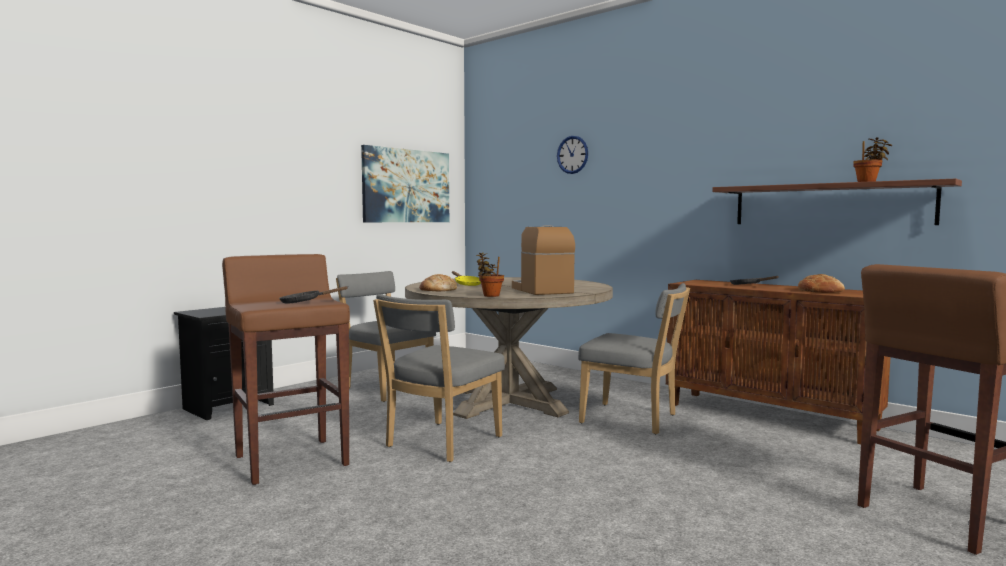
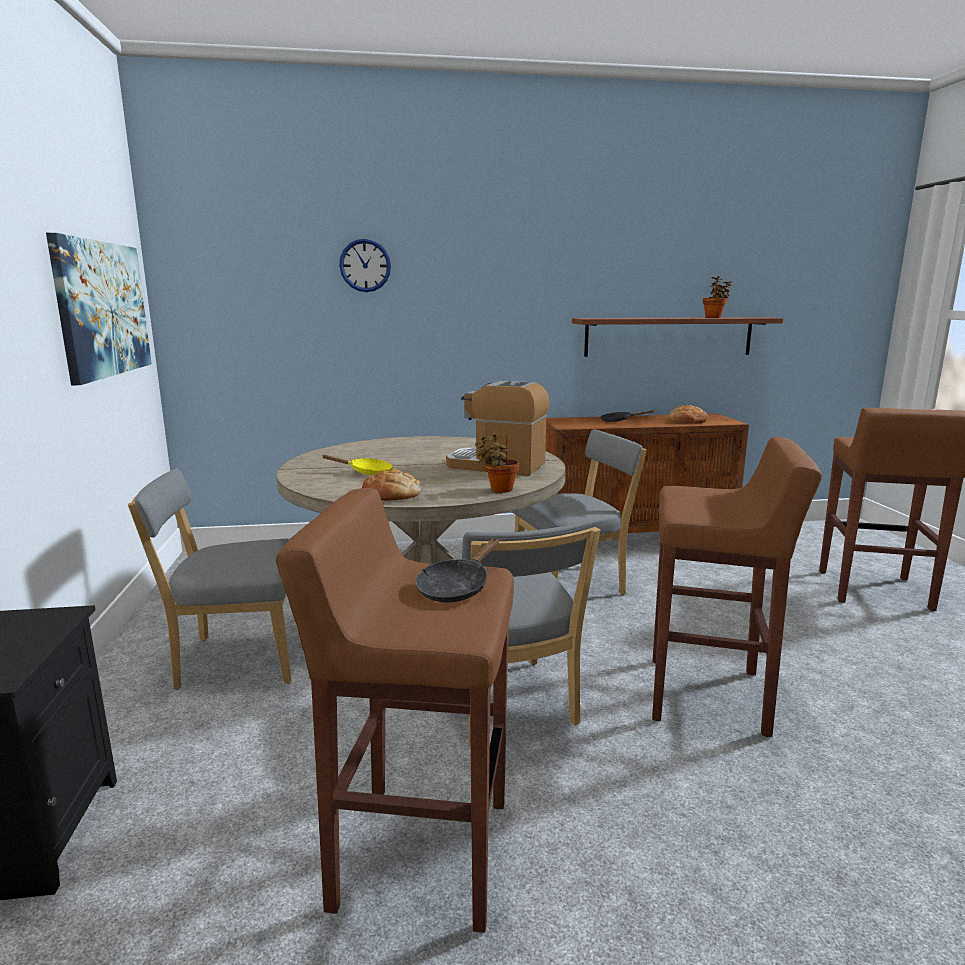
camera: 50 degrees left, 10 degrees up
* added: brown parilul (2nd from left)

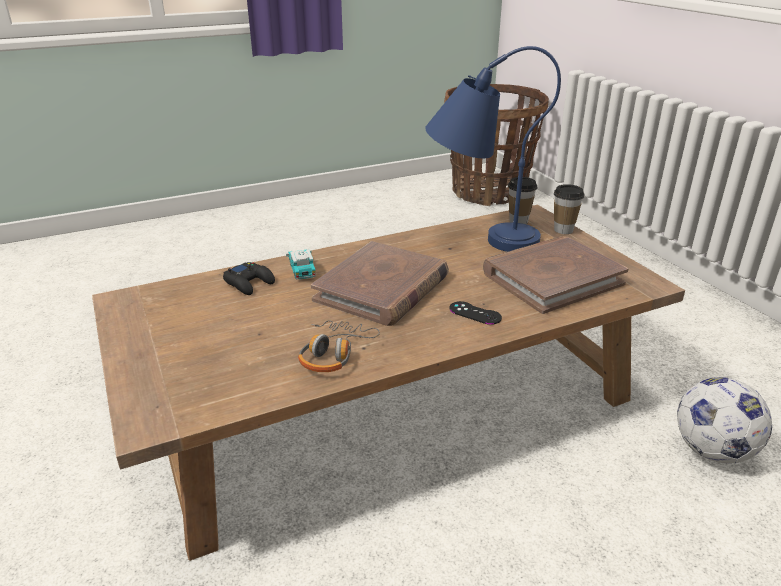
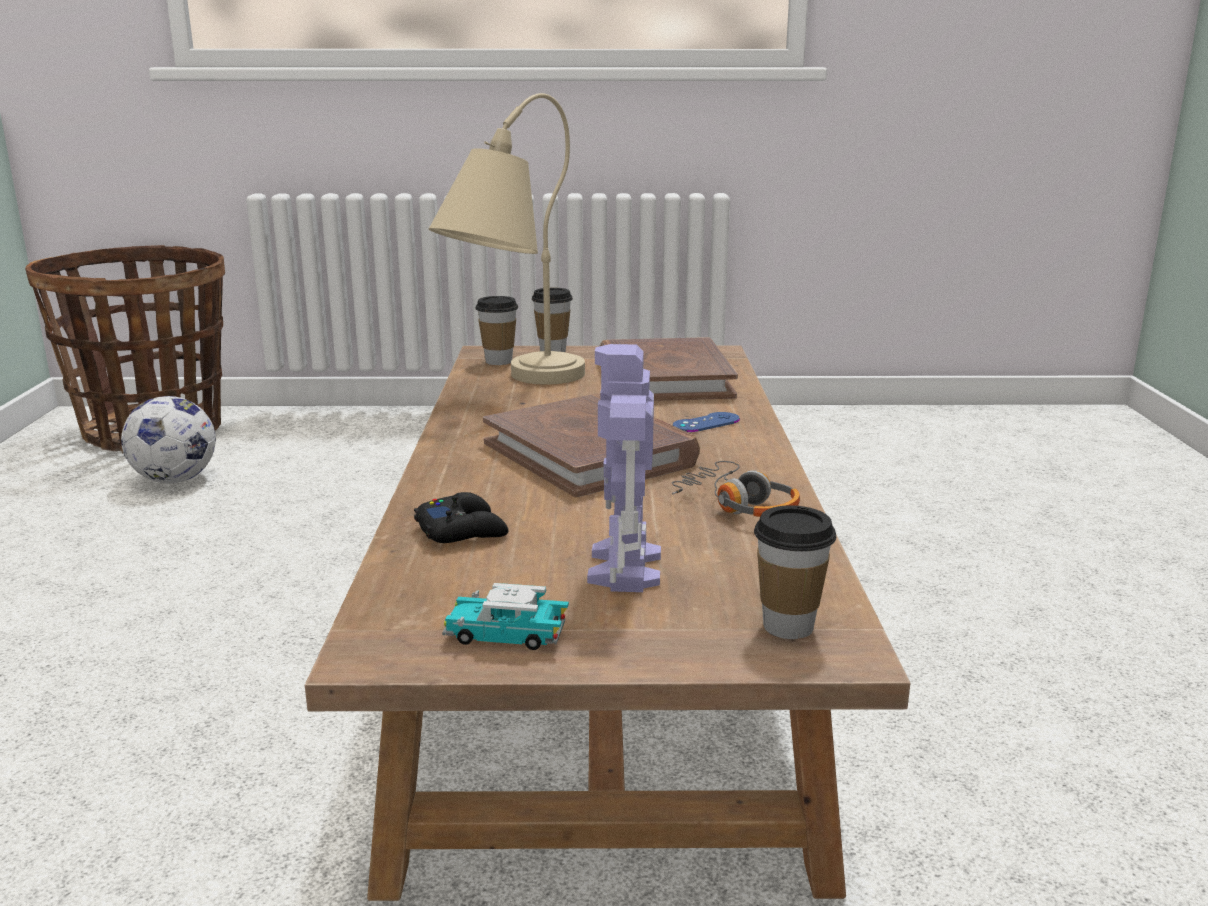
camera: 65 degrees left, 10 degrees down
* moved: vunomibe
* recoloured: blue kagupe to beige kagupe
* moved: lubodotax
* added: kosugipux
* recoloured: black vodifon (2nd from left) to blue vodifon
* added: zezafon (3rd from left)

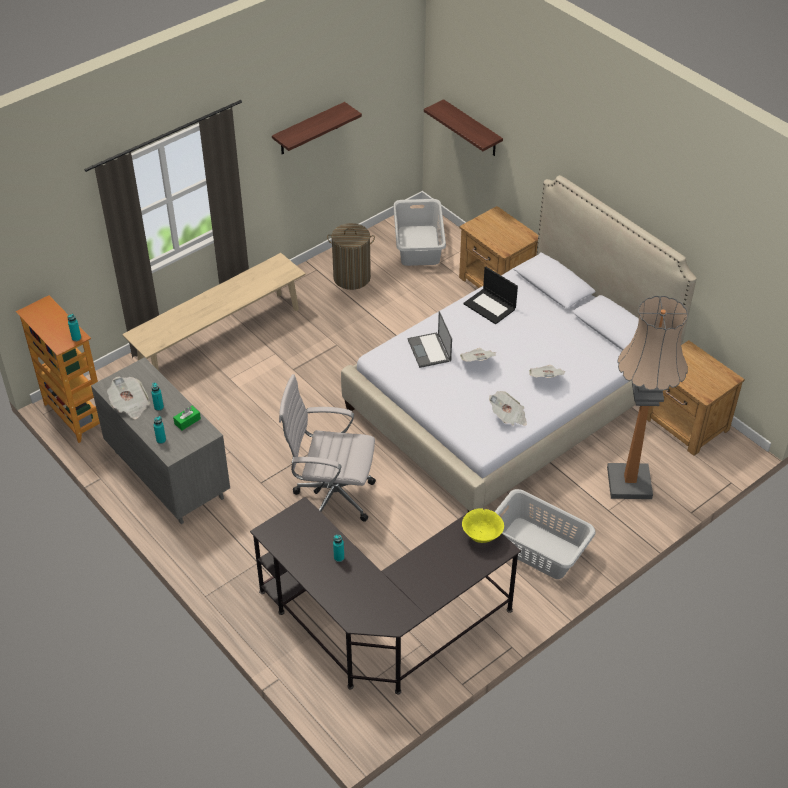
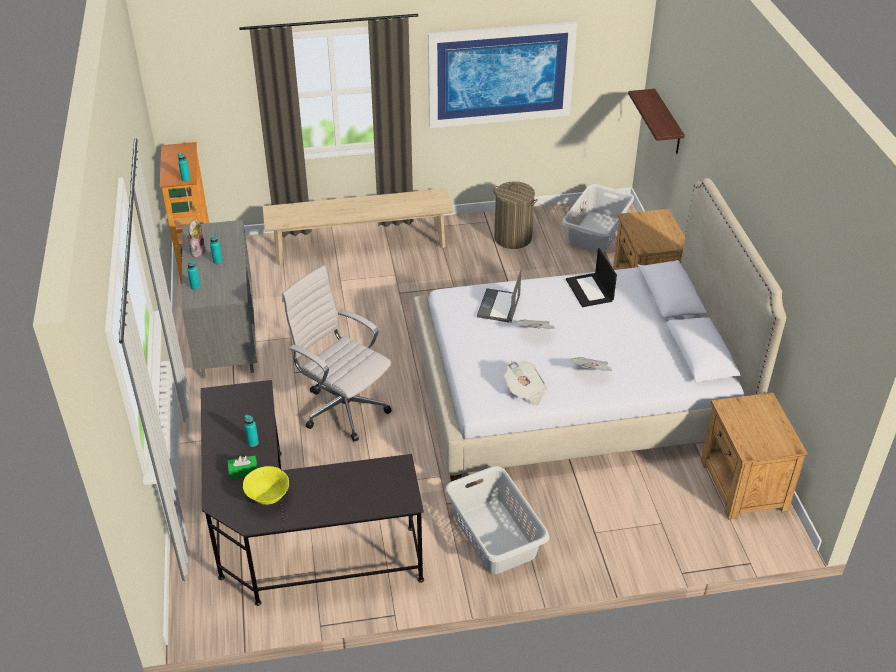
camera: 30 degrees right, 5 degrees down
* replaced: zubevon (1st from left) to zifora
* moved: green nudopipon
* moved: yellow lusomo
* replaced: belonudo (1st from left) to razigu
* removed: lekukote

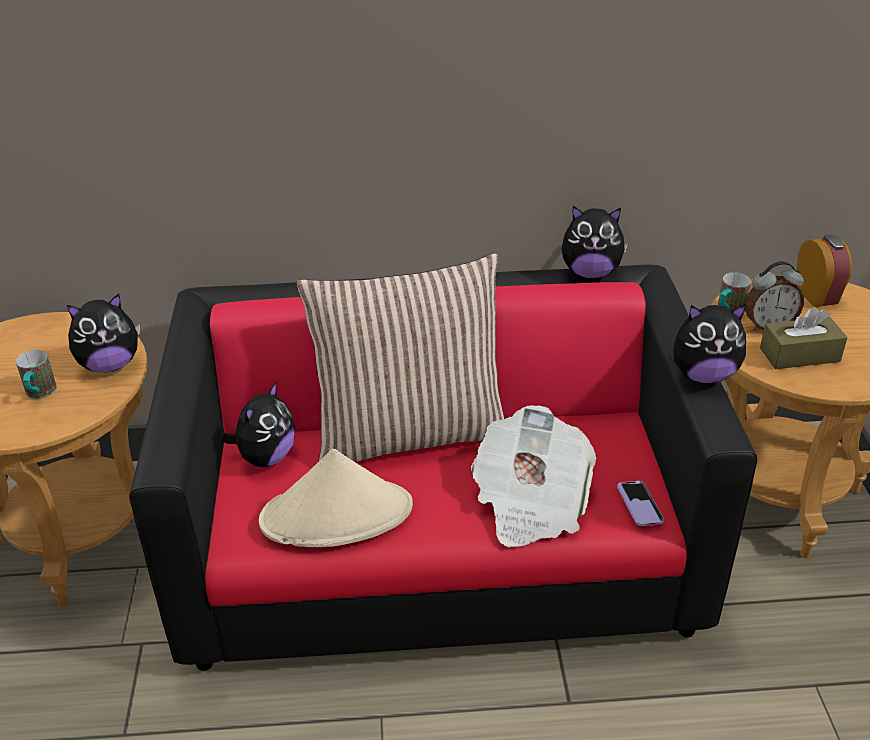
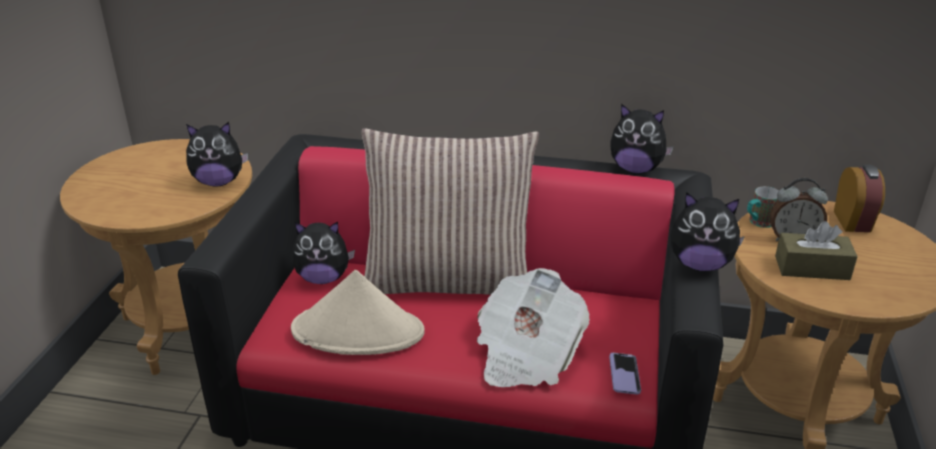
camera: 15 degrees right, 5 degrees down
* turned: zifora (2nd from left) 45 degrees clockwise
* removed: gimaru (1st from left)

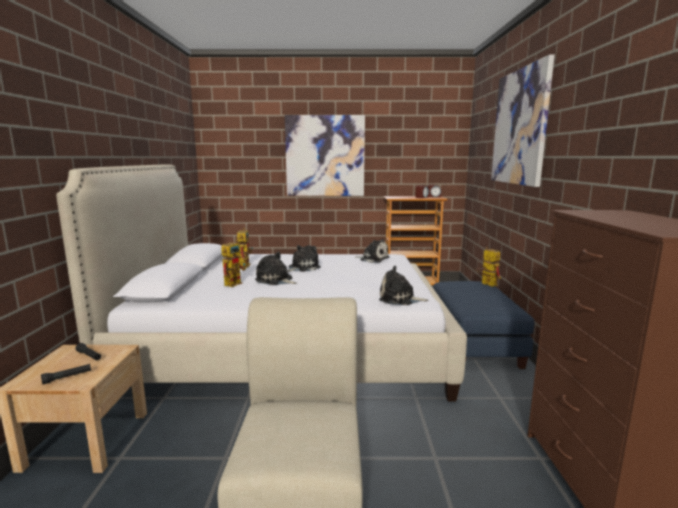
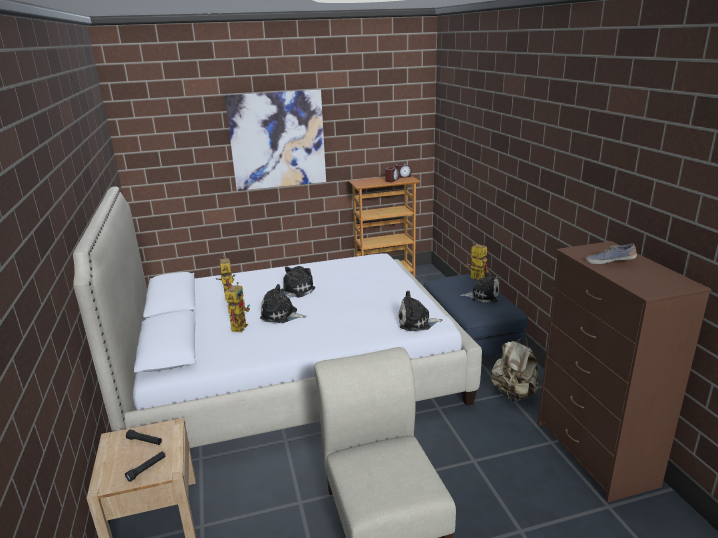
camera: 15 degrees left, 10 degrees up
* moved: zifora (3rd from left in the first image) to zifora (4th from left)
* added: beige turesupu
* added: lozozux
* removed: razigu (2nd from left)

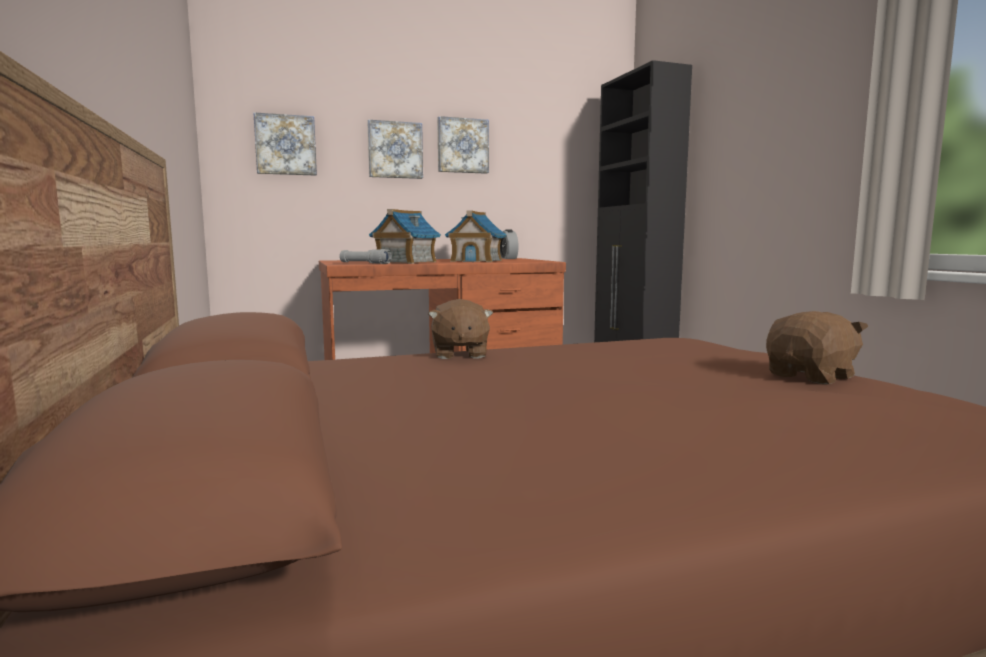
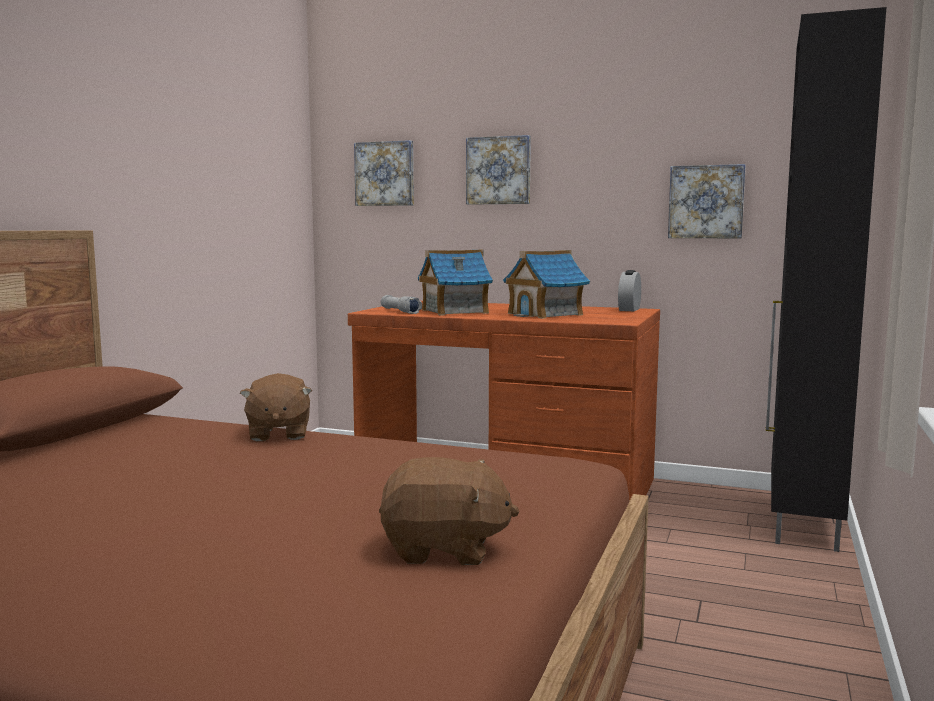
camera: 40 degrees right, 0 degrees up
* turned: brown zifora (1st from left) 45 degrees counterclockwise
* moved: razigu (3rd from left)

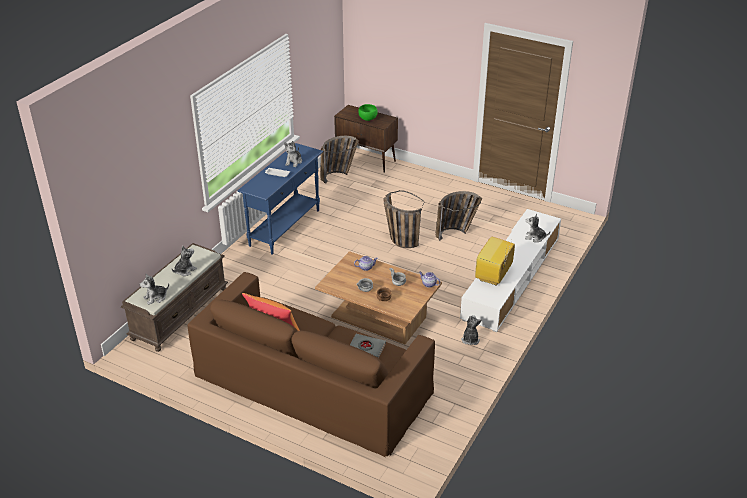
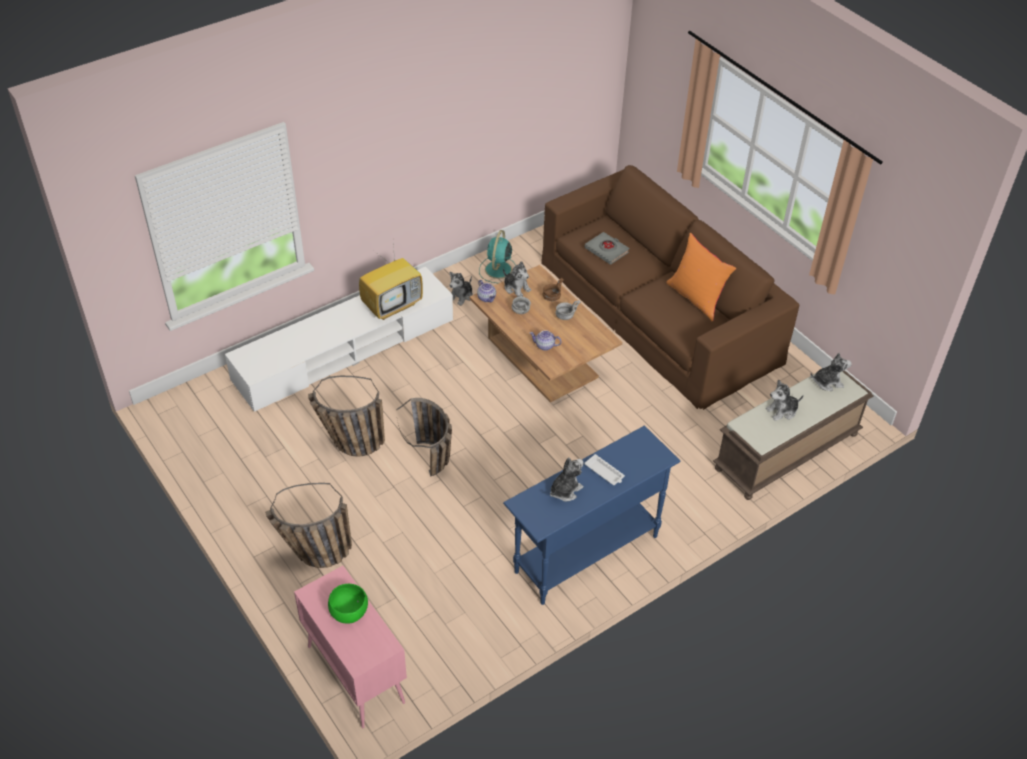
camera: 155 degrees left, 10 degrees up
* moved: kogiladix (1st from left)
* recoloured: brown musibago to pink musibago
* added: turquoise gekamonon
* moved: zifora (5th from left in the first image) to zifora (2nd from left)

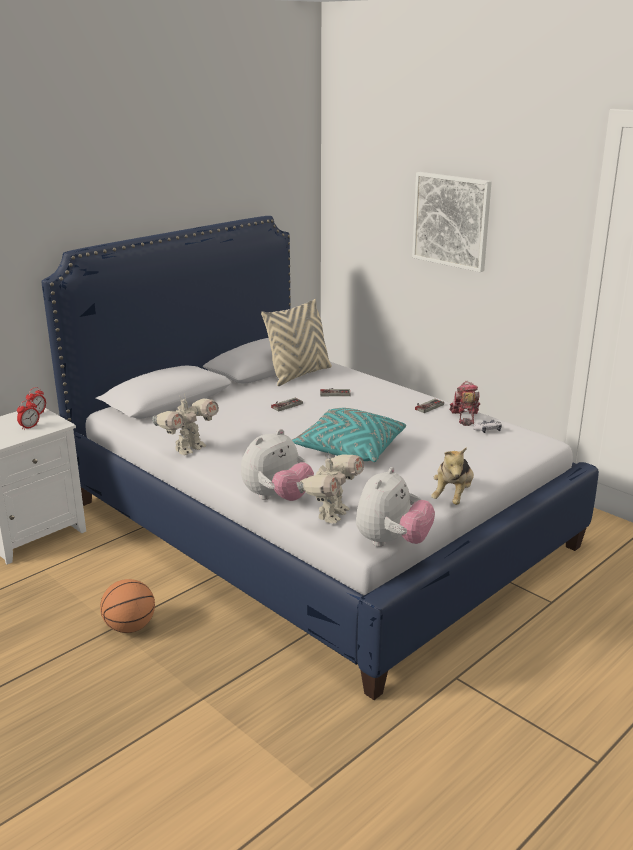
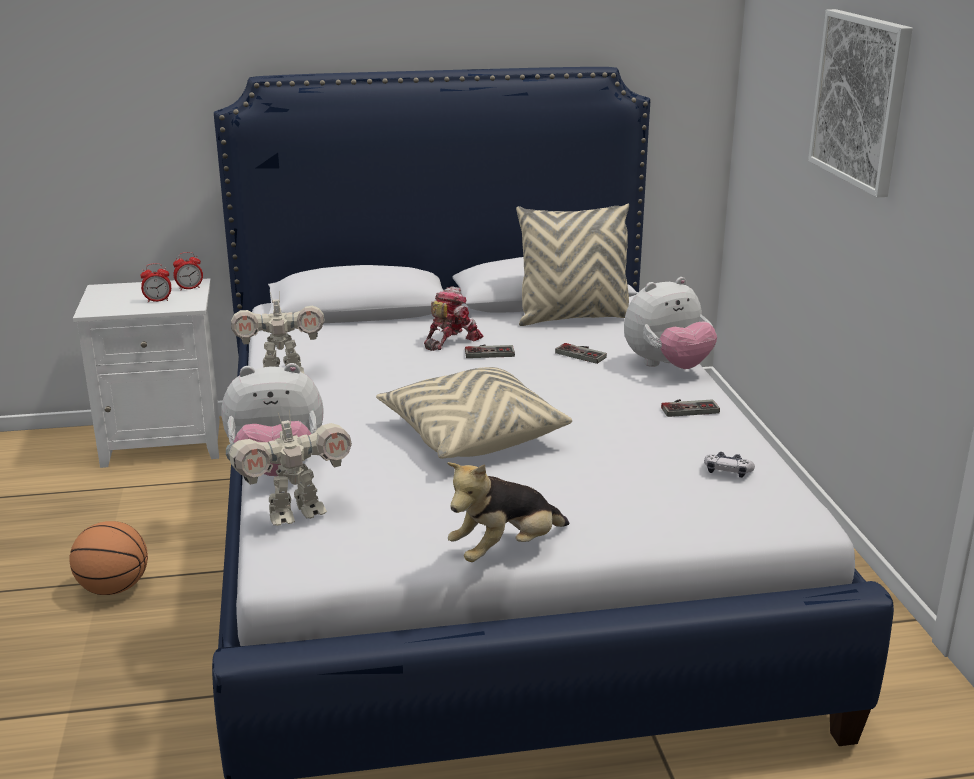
camera: 35 degrees right, 0 degrees up
* recoloured: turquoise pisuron to beige pisuron (1st from left)
* moved: kosugipux (3rd from left)
* moved: zifora (2nd from left in the first image) to zifora (3rd from left)

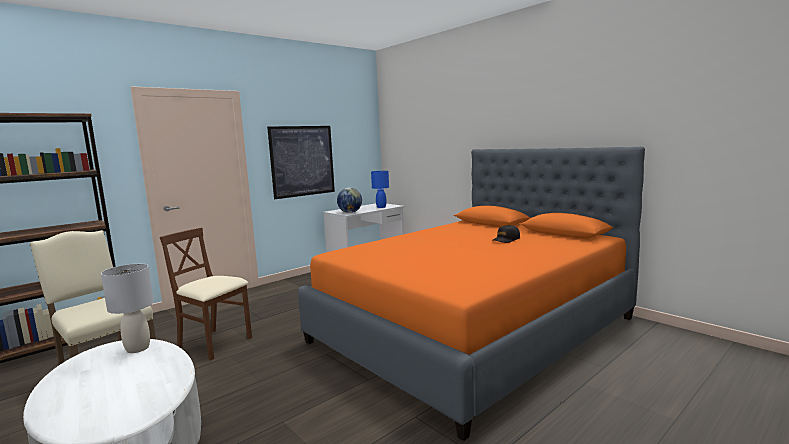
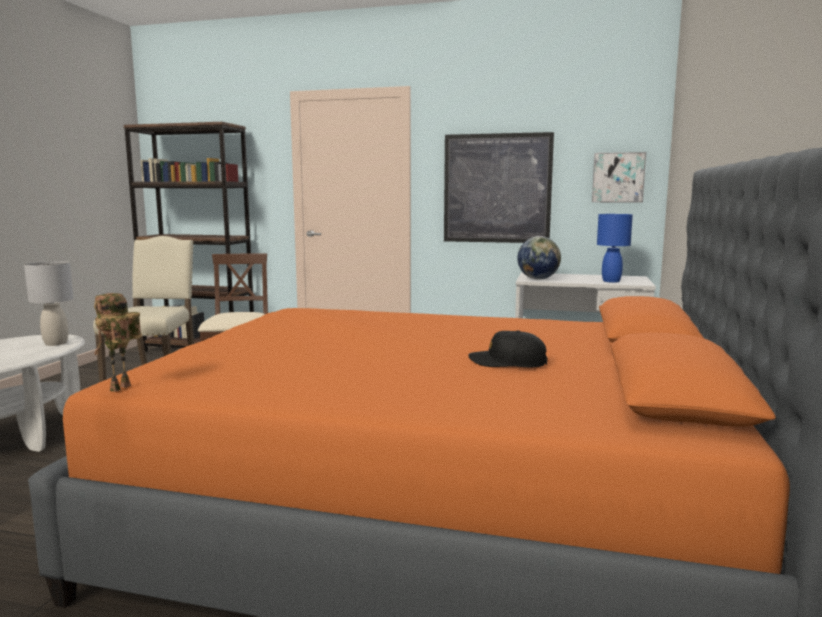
camera: 55 degrees right, 0 degrees up
* added: kosugipux
* added: razigu (2nd from left)

